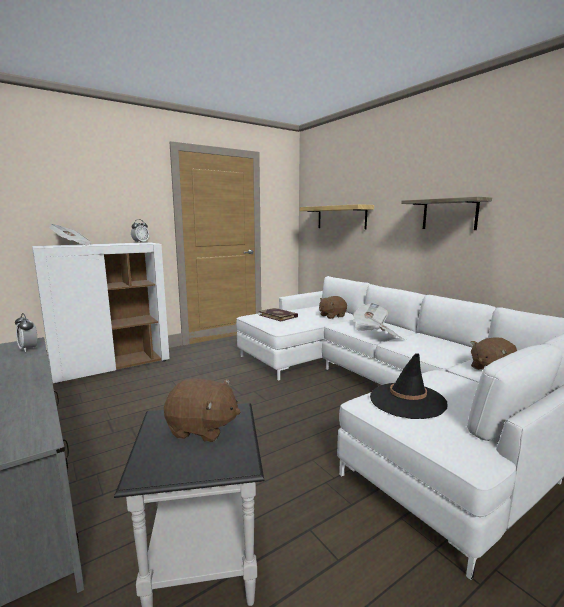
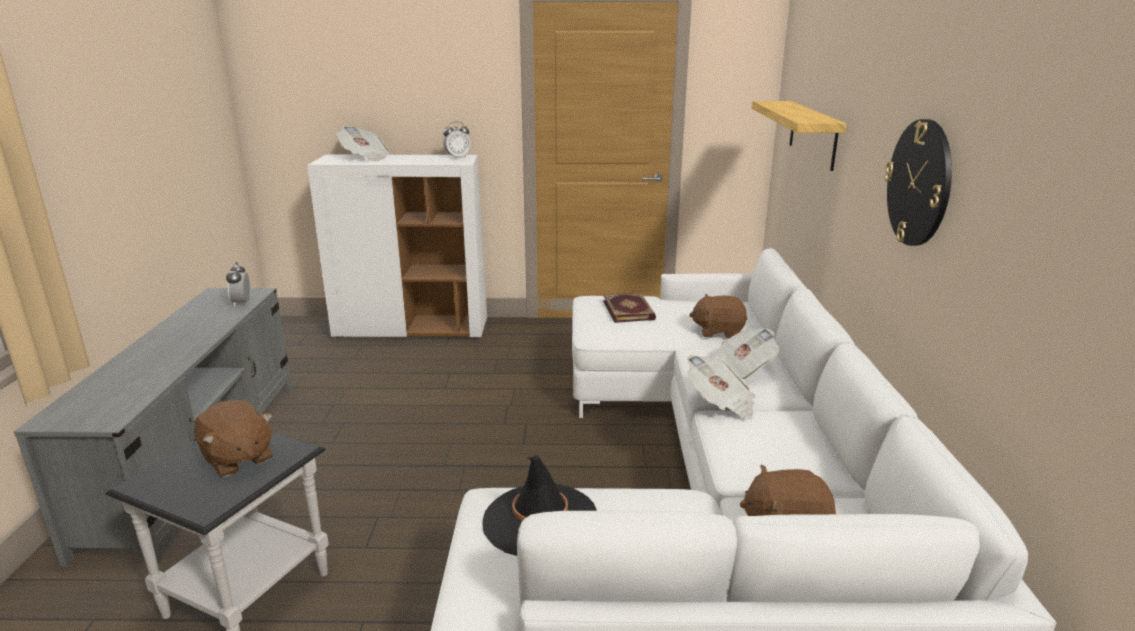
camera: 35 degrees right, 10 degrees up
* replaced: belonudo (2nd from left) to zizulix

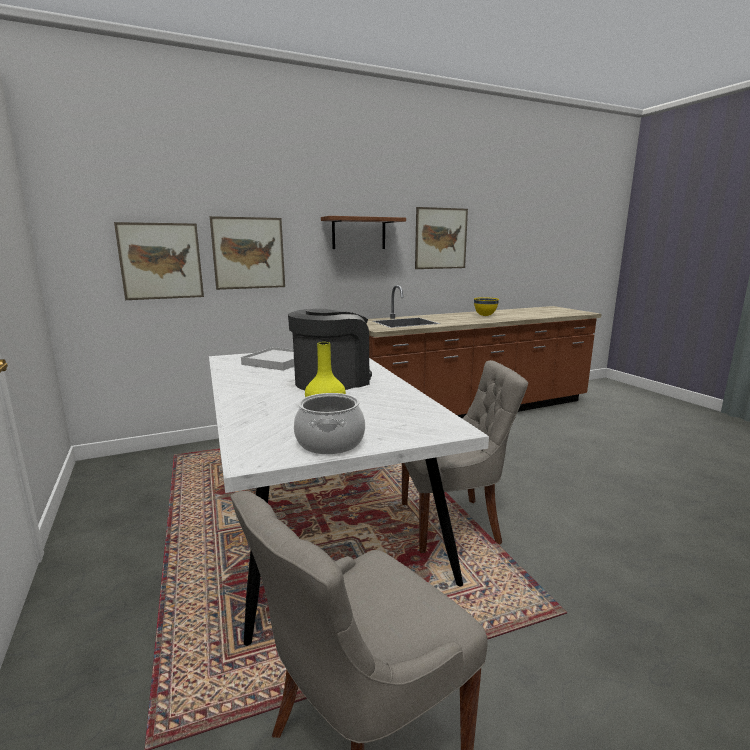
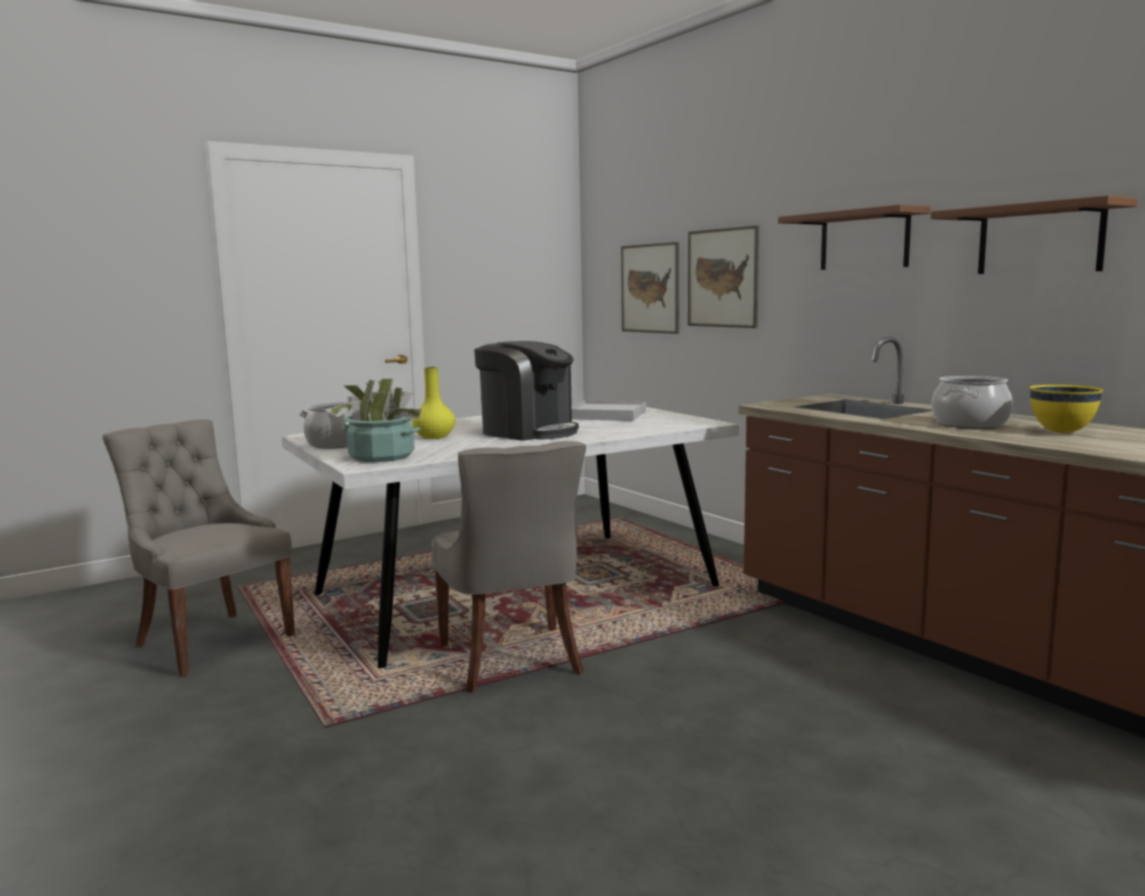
camera: 80 degrees right, 5 degrees down
* added: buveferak
* replaced: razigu (3rd from left) to brown belonudo (2nd from left)
* added: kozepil (2nd from left)

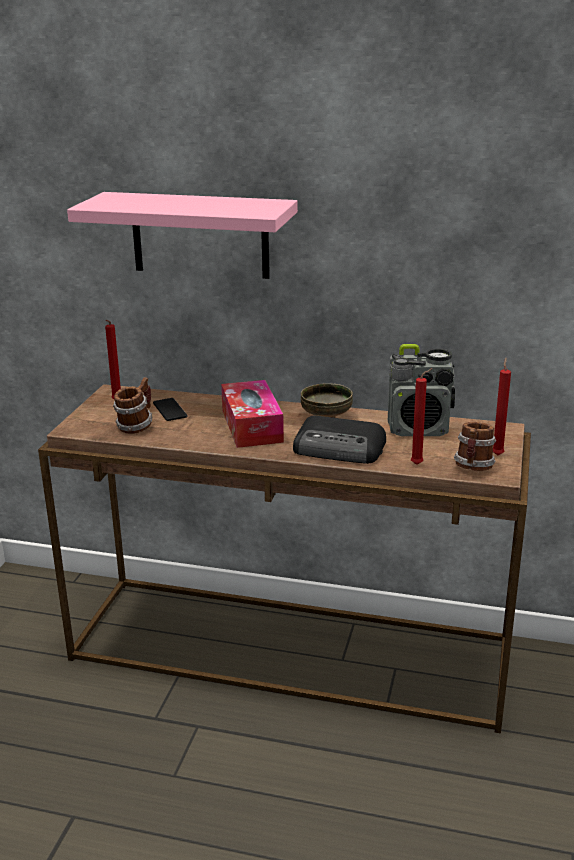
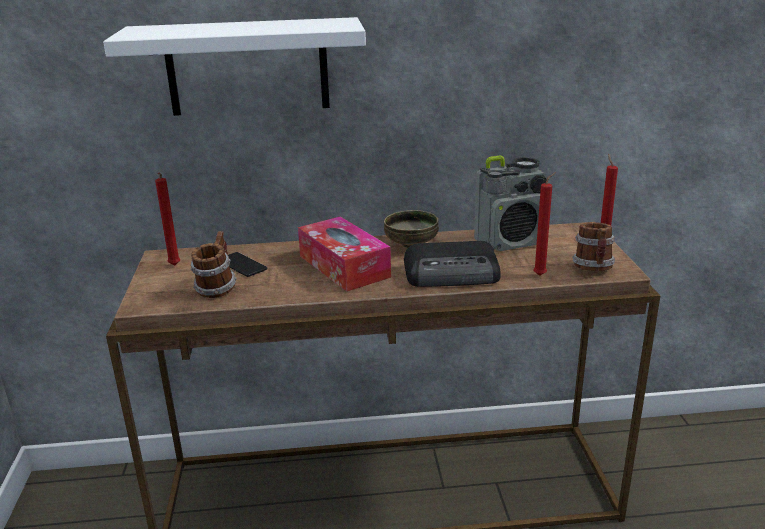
camera: 20 degrees left, 0 degrees up
* recoloured: pink belonudo to white belonudo

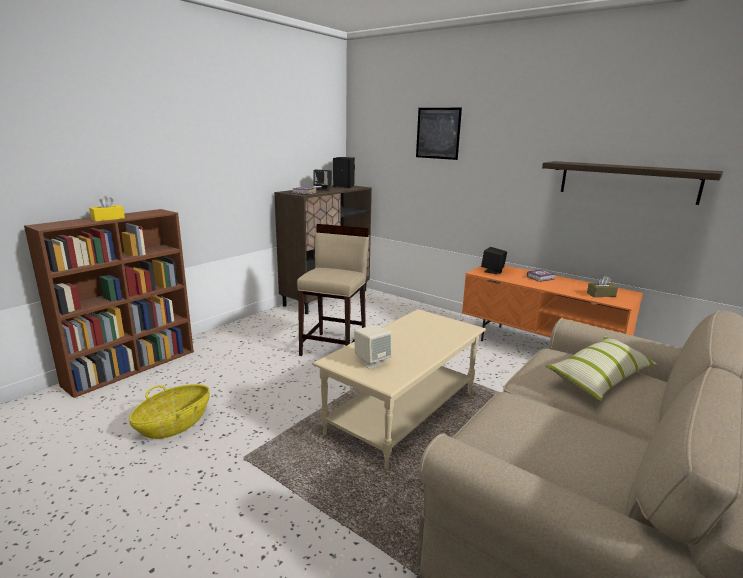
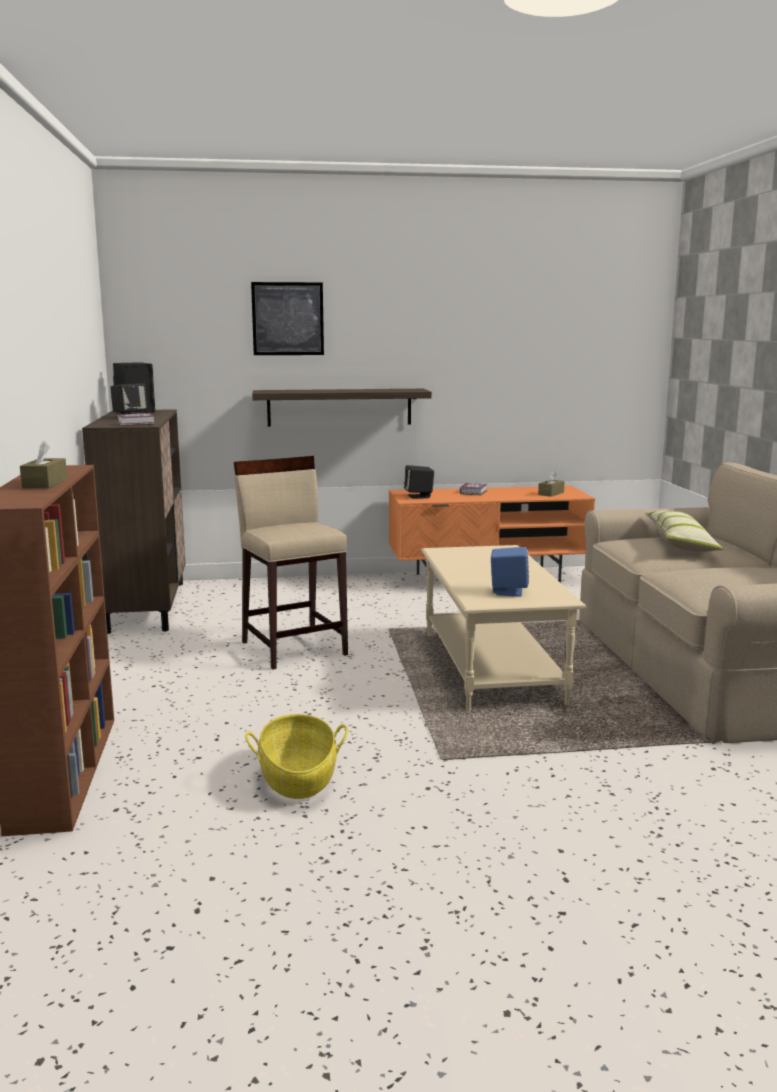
camera: 45 degrees left, 5 degrees down
* recoloured: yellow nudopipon to brown nudopipon (1st from left)
* moved: belonudo
* recoloured: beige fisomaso to blue fisomaso

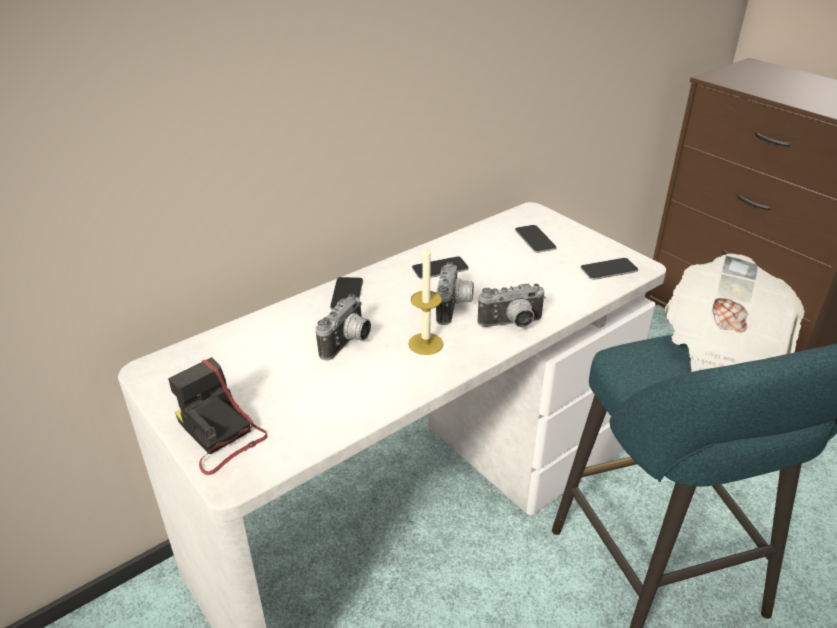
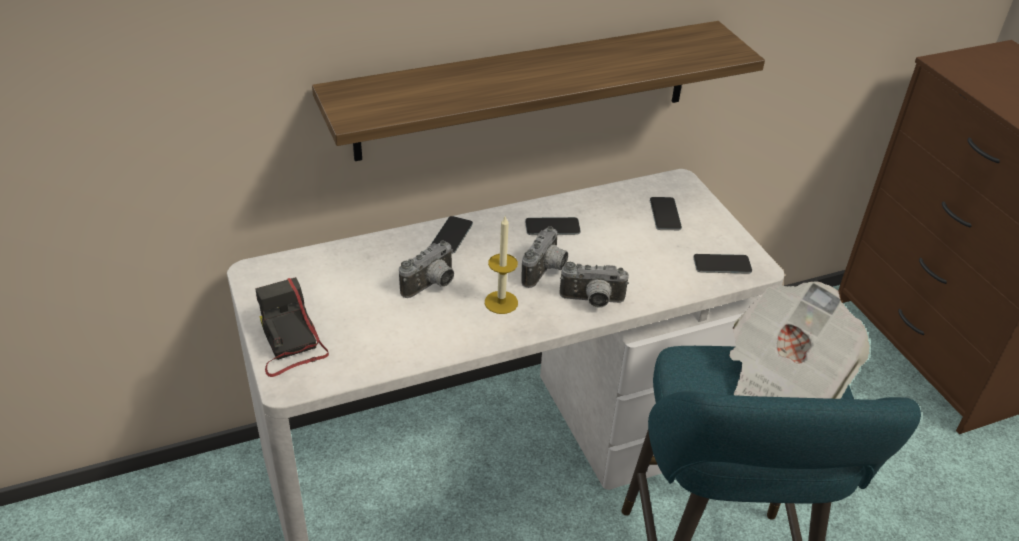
camera: 15 degrees right, 5 degrees up
* added: belonudo

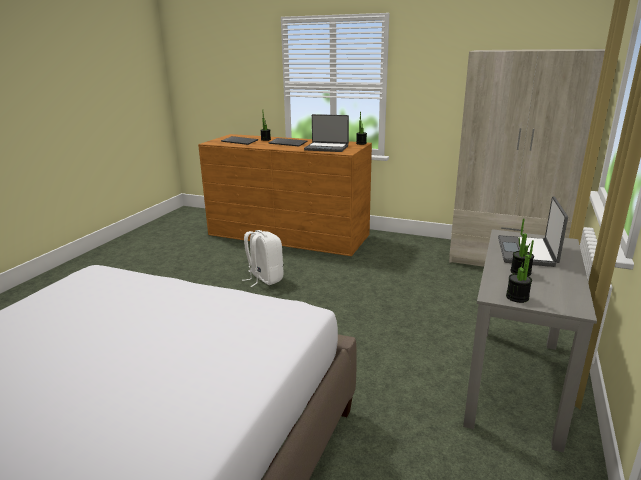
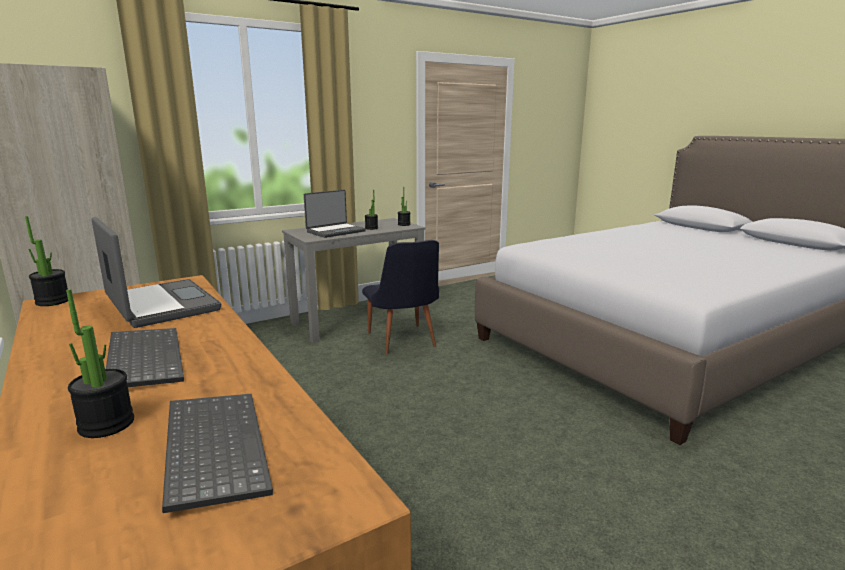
camera: 145 degrees left, 5 degrees down
* added: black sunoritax
* removed: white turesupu

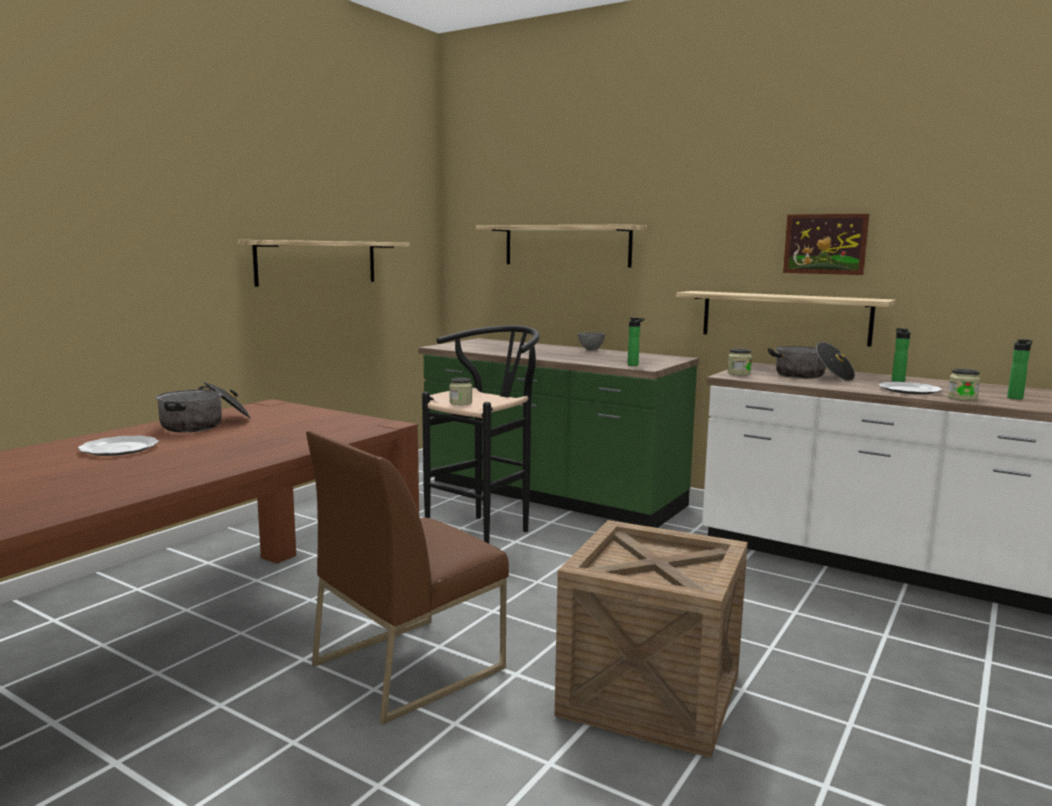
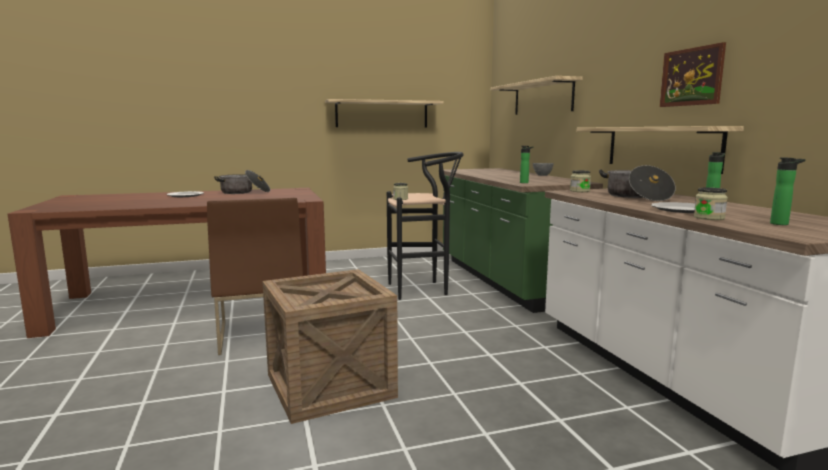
camera: 40 degrees right, 0 degrees up
* turned: brown sunoritax 105 degrees counterclockwise

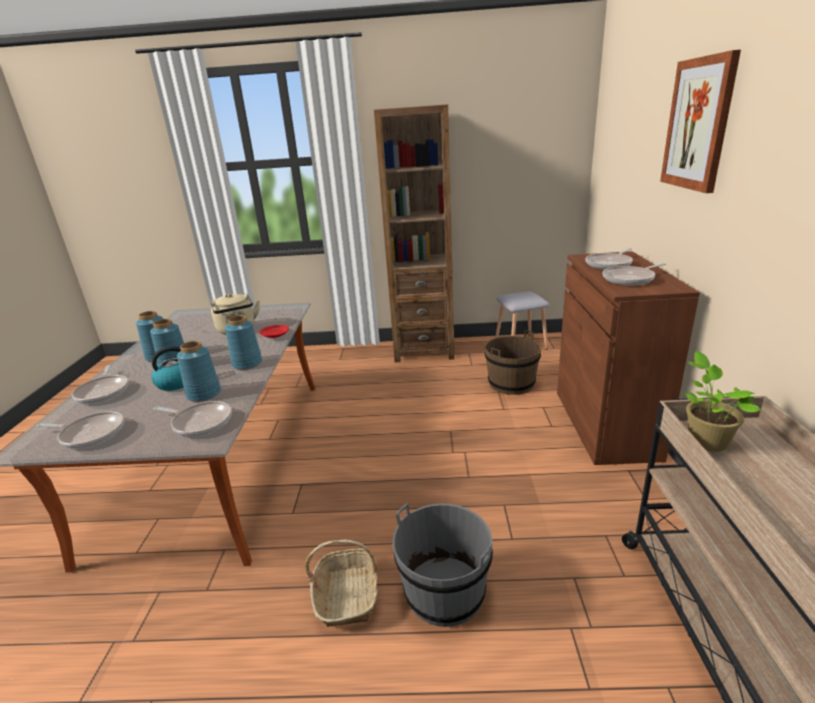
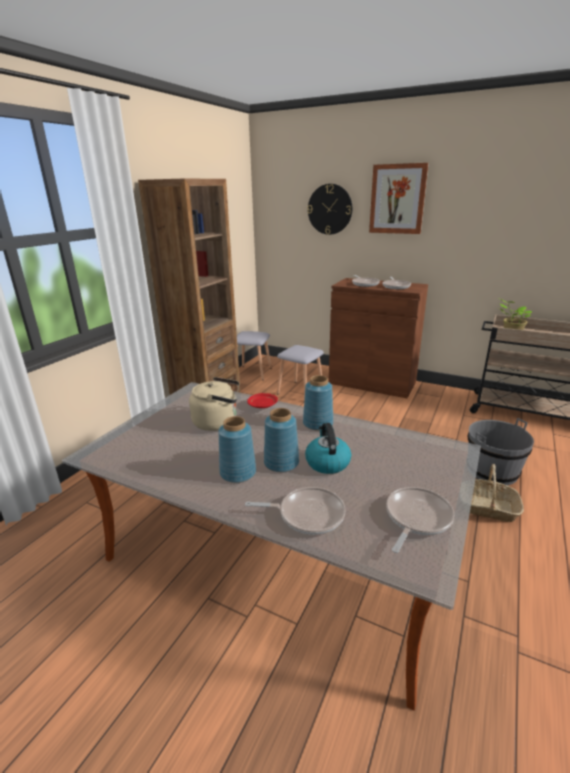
camera: 65 degrees left, 0 degrees up
* replaced: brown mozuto to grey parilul (2nd from left)
* added: zizulix
* removed: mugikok (3rd from left)
* removed: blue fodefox (3rd from left)

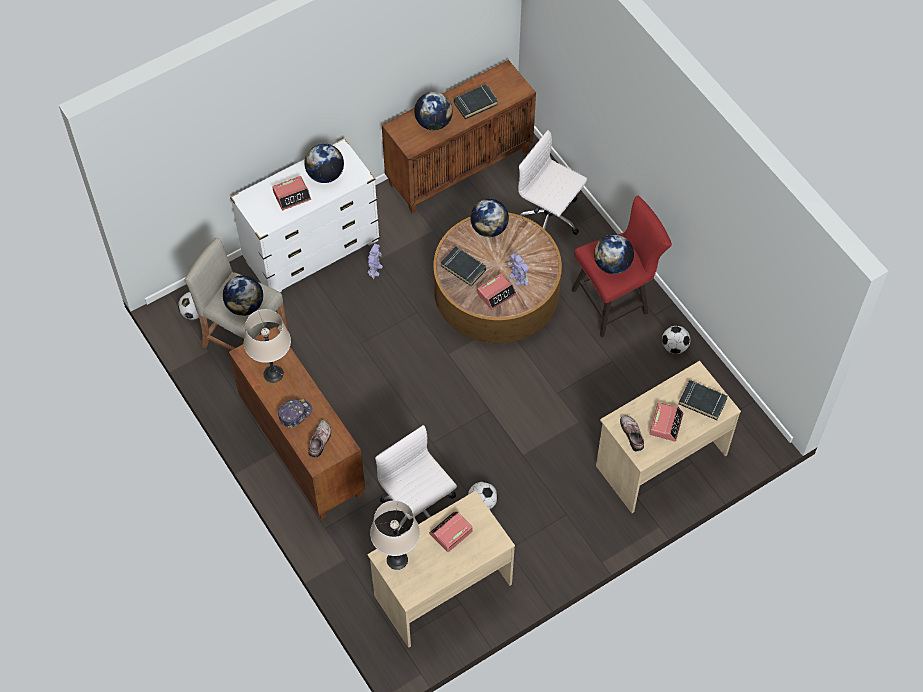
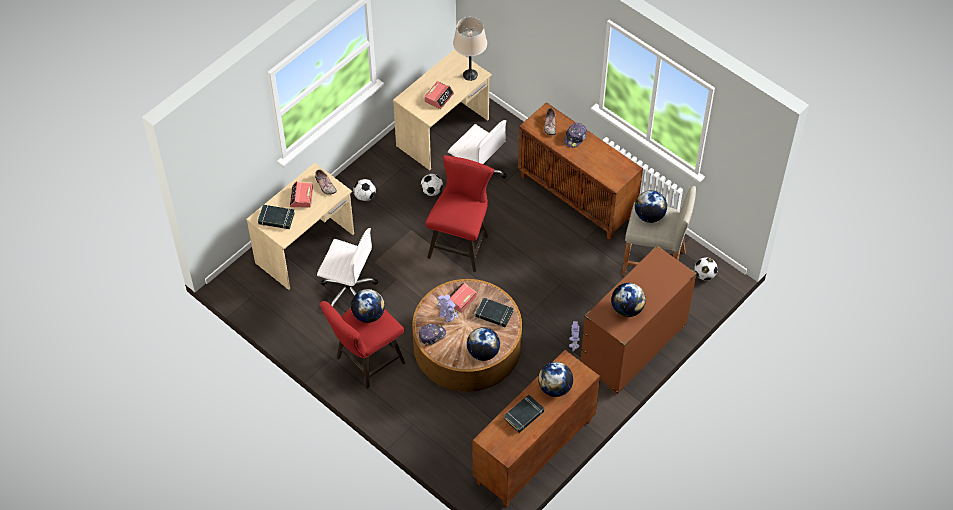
camera: 165 degrees right, 5 degrees down
* moved: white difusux (2nd from left in the first image) to white difusux (1st from left)
* moved: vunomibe (3rd from left in the first image) to vunomibe (1st from left)
* added: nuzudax (1st from left)
* added: red parilul (2nd from left)
* recoloured: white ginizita to brown ginizita
* removed: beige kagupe (1st from left)
* removed: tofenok (1st from left)

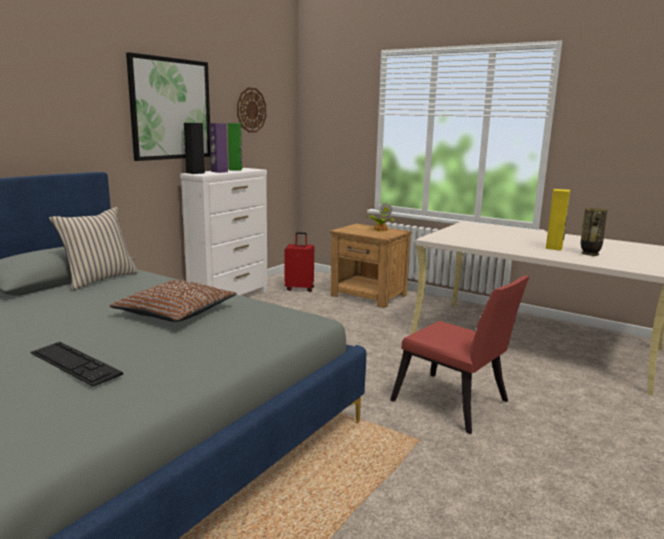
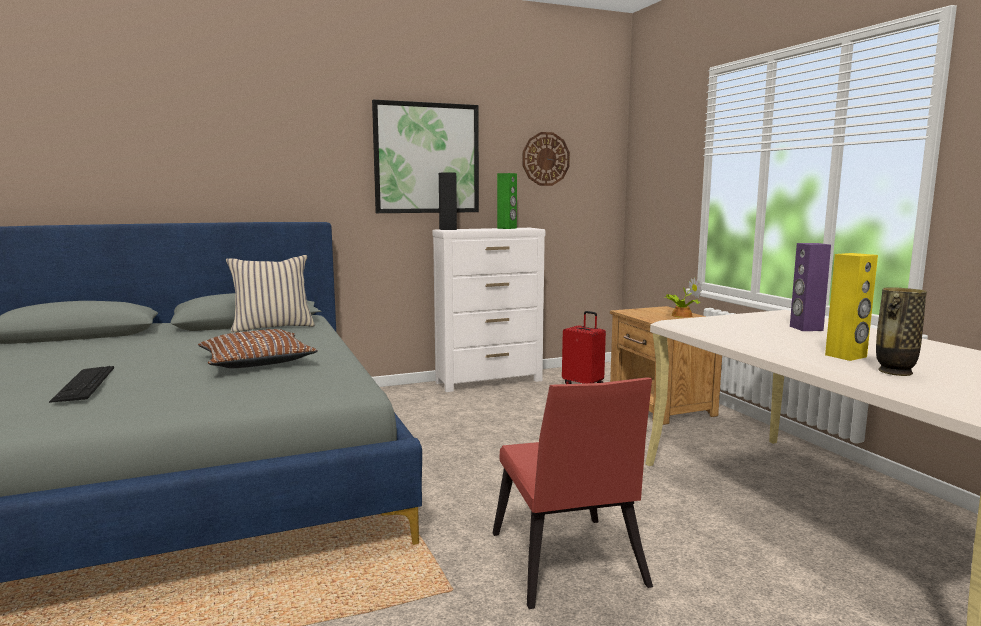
camera: 35 degrees right, 5 degrees down
* moved: purple fisomaso

